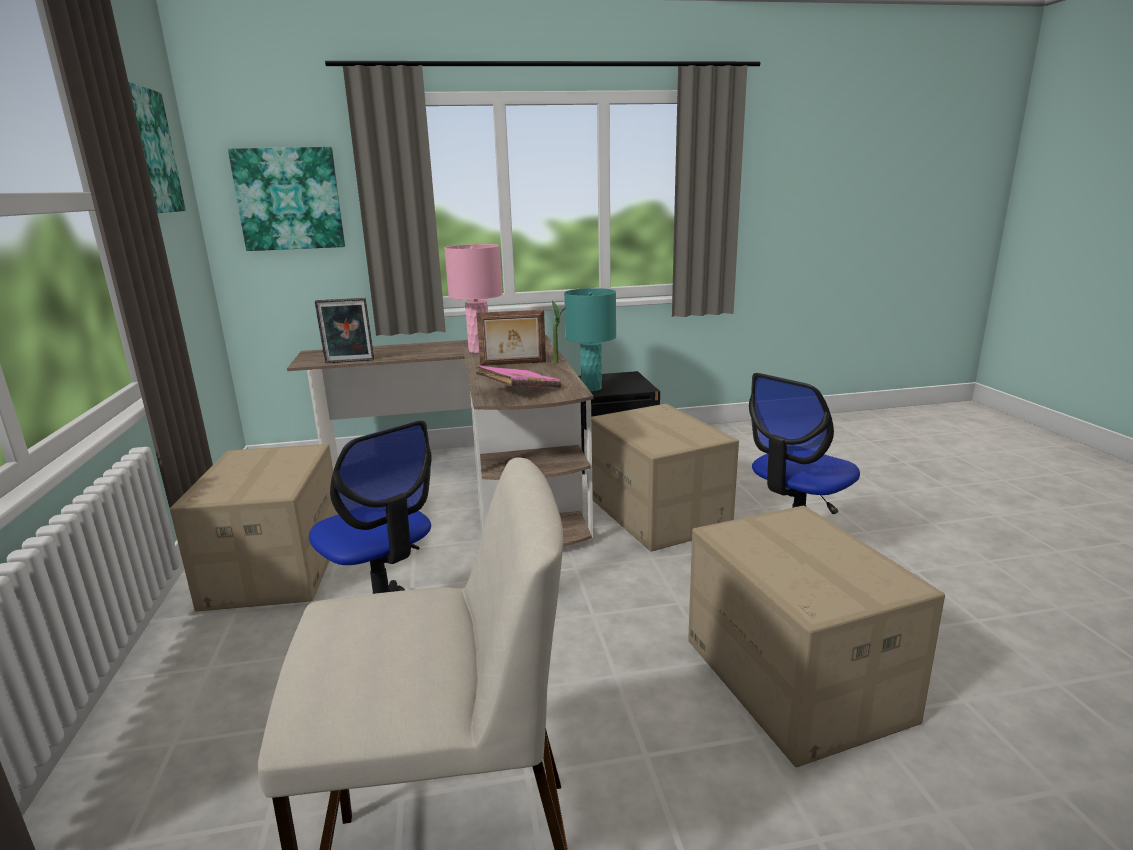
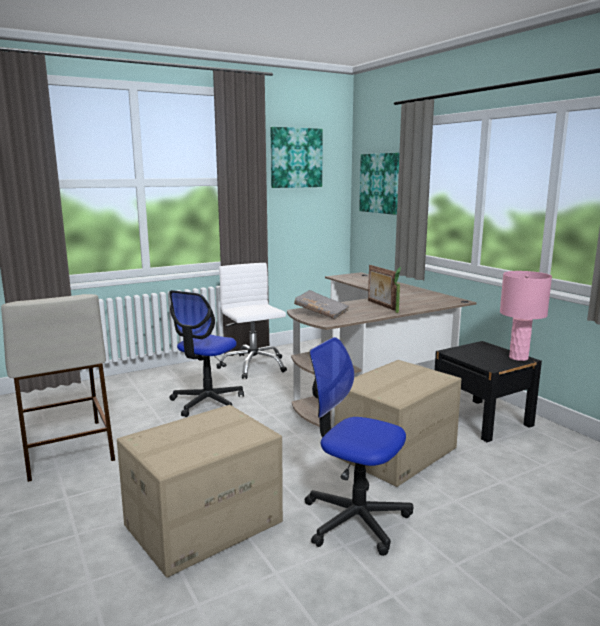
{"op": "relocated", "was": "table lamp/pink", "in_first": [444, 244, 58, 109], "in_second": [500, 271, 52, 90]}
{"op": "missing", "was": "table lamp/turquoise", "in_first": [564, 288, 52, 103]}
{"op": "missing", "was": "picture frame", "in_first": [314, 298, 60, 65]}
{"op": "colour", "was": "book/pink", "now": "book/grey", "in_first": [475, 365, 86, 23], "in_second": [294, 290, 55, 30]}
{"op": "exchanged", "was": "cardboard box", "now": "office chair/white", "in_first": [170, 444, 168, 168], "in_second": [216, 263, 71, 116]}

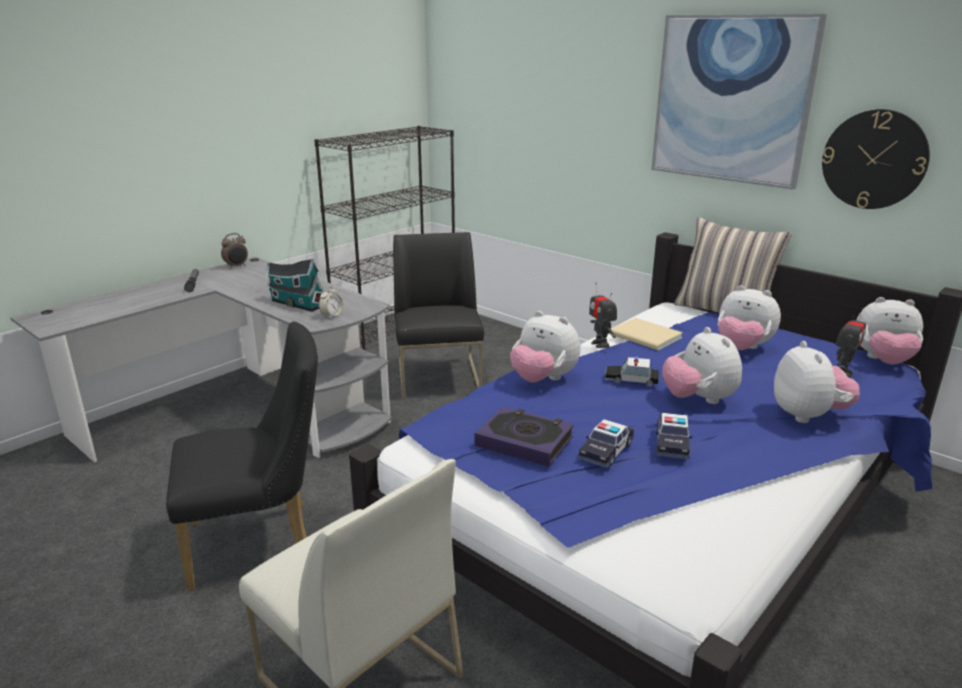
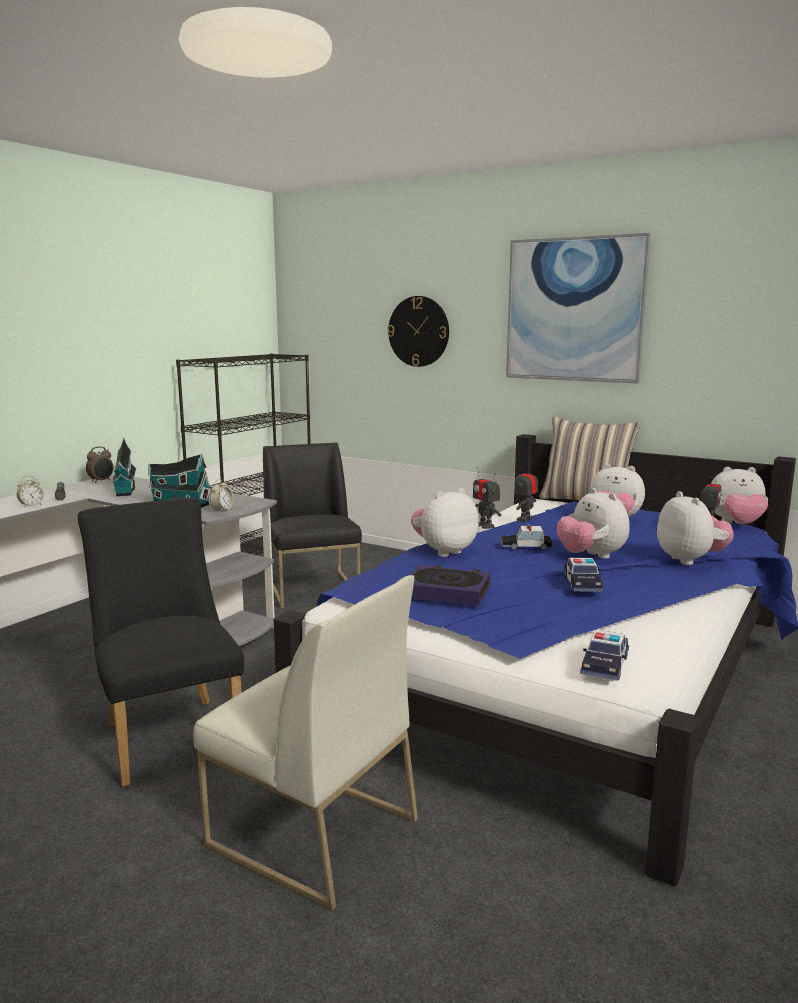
{"op": "relocated", "was": "wall clock", "in_first": [822, 109, 108, 100], "in_second": [387, 296, 62, 71]}
{"op": "spun", "was": "plush toy", "in_first": [510, 311, 70, 72], "in_second": [411, 488, 68, 69], "clockwise": 120}
{"op": "exchanged", "was": "book/beige", "now": "toy robot", "in_first": [610, 318, 73, 32], "in_second": [514, 462, 24, 60]}
{"op": "spun", "was": "chair/black", "in_first": [166, 322, 152, 269], "in_second": [78, 498, 166, 289], "clockwise": -90}
{"op": "relocated", "was": "toy car", "in_first": [578, 419, 57, 49], "in_second": [580, 629, 49, 52]}
{"op": "appeared", "now": "toy house", "in_second": [111, 438, 25, 58]}
{"op": "appeared", "now": "alarm clock", "in_second": [17, 476, 27, 32]}

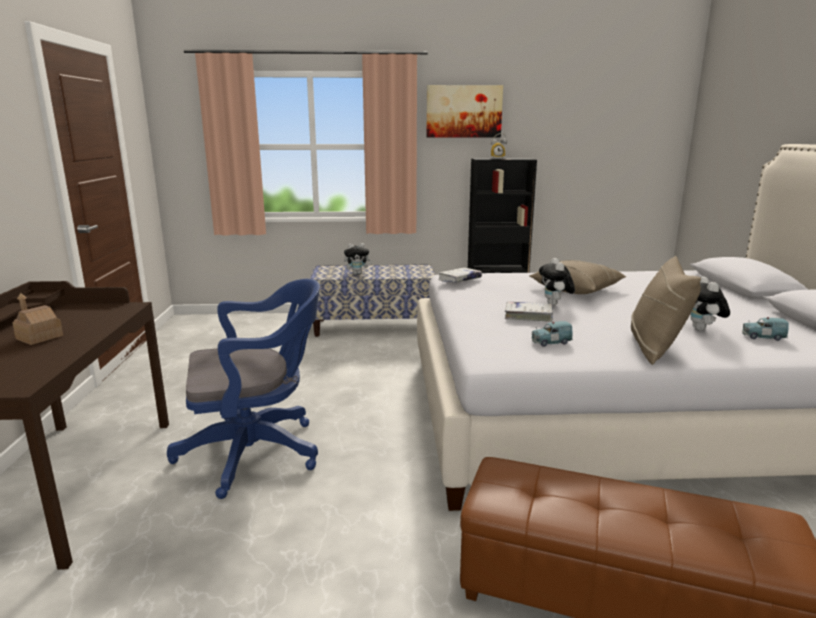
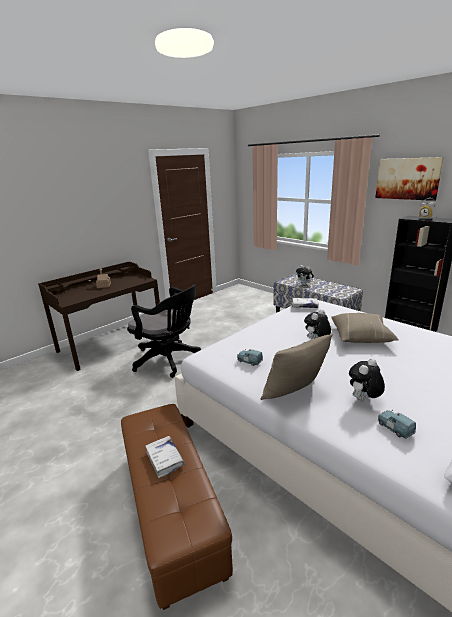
{"op": "colour", "was": "office chair/blue", "now": "office chair/black", "in_first": [167, 279, 153, 220], "in_second": [127, 285, 74, 93]}
{"op": "relocated", "was": "book/white", "in_first": [505, 301, 48, 21], "in_second": [145, 436, 39, 42]}

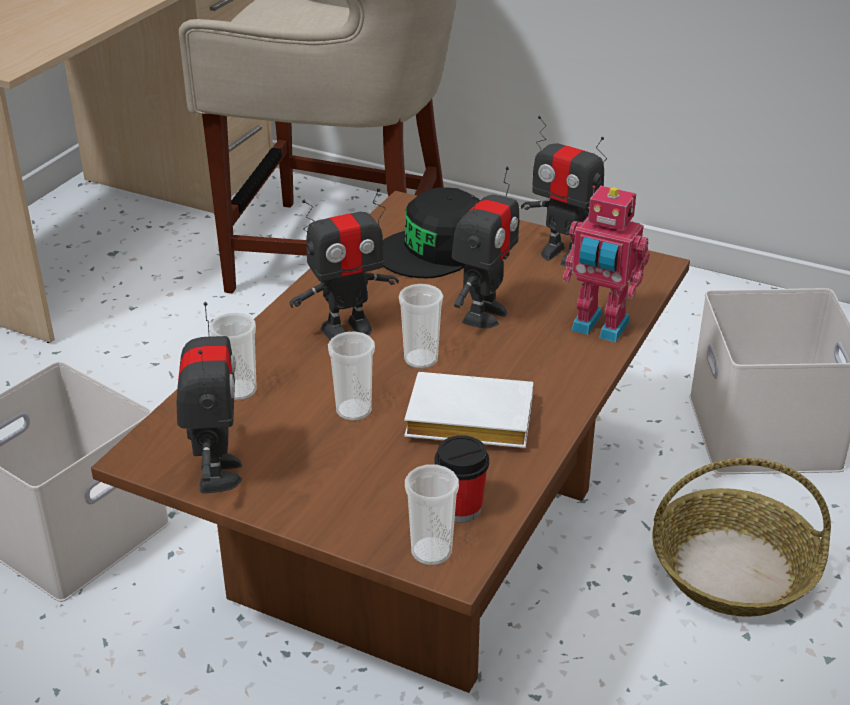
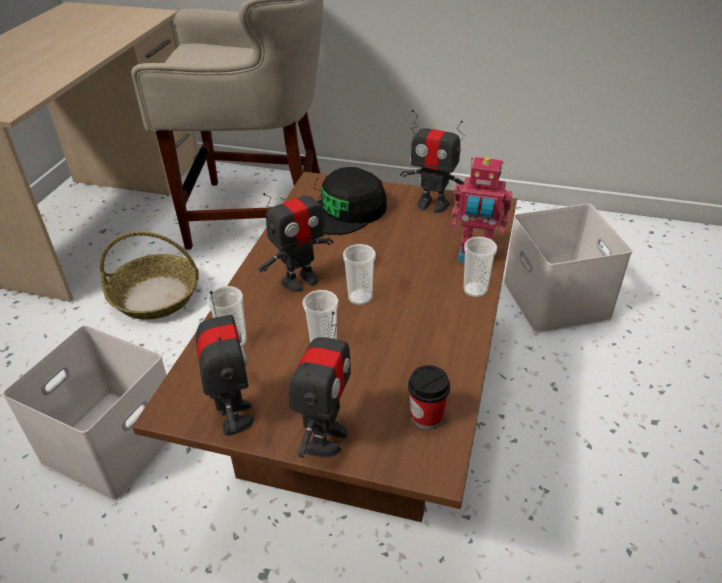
{"op": "relocated", "was": "toy robot", "in_first": [452, 167, 67, 161], "in_second": [289, 311, 62, 147]}
{"op": "missing", "was": "book/white", "in_first": [404, 372, 129, 76]}
{"op": "relocated", "was": "basket", "in_first": [652, 458, 179, 159], "in_second": [100, 231, 99, 89]}
{"op": "relocated", "was": "cup", "in_first": [405, 464, 54, 101], "in_second": [463, 237, 34, 61]}

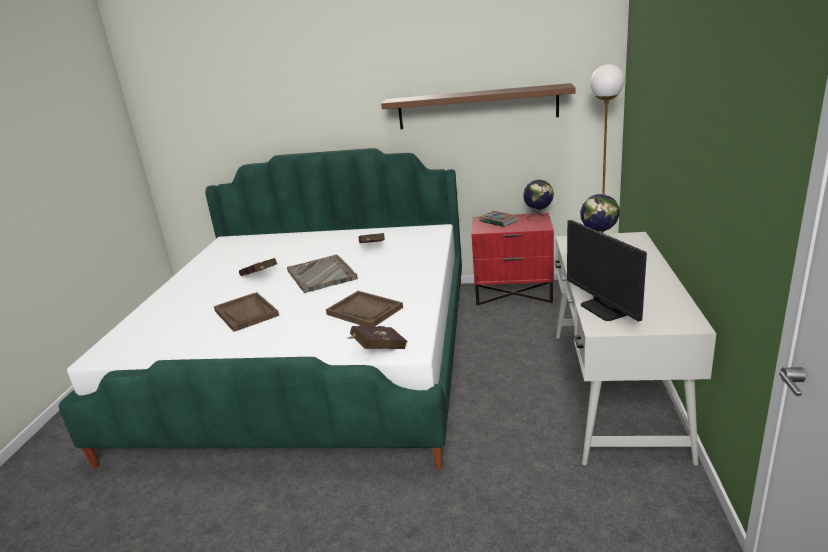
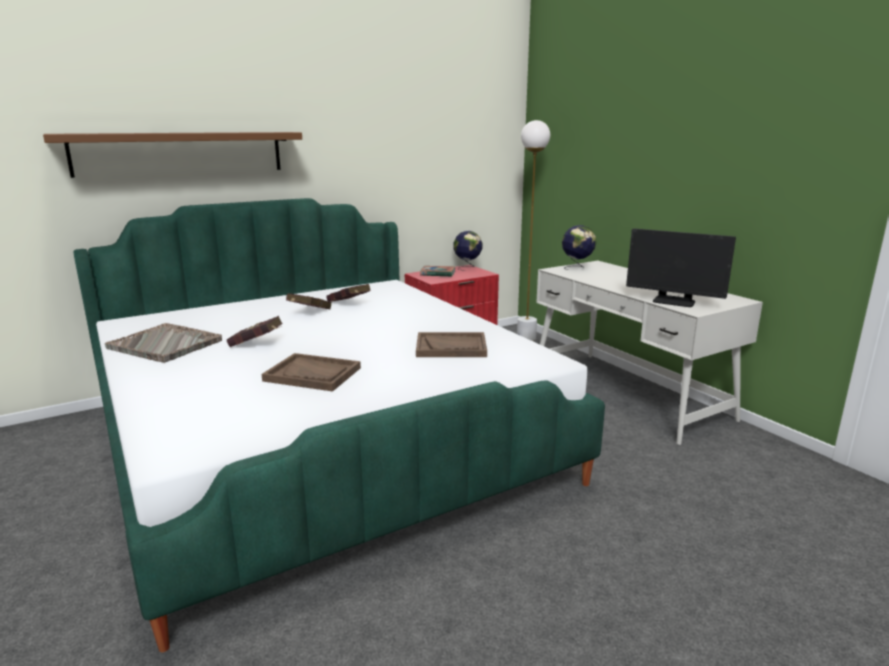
{"op": "relocated", "was": "shelf/brown", "in_first": [381, 83, 195, 46], "in_second": [43, 132, 259, 46]}
{"op": "relocated", "was": "tray/grey", "in_first": [287, 254, 71, 39], "in_second": [105, 323, 117, 40]}
{"op": "relocated", "was": "book/red", "in_first": [348, 325, 59, 24], "in_second": [286, 293, 46, 17]}

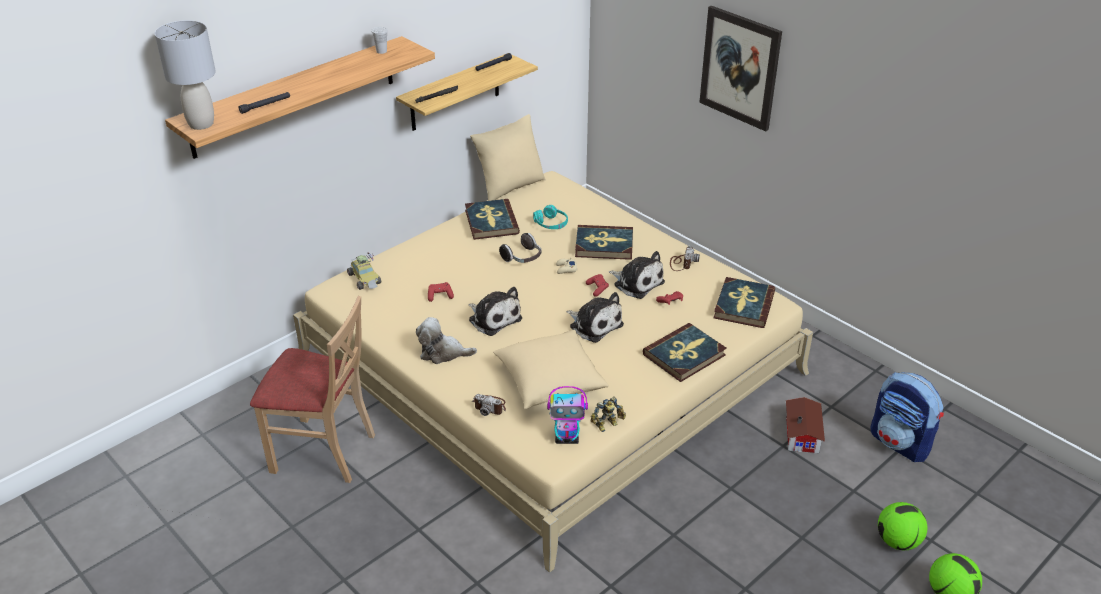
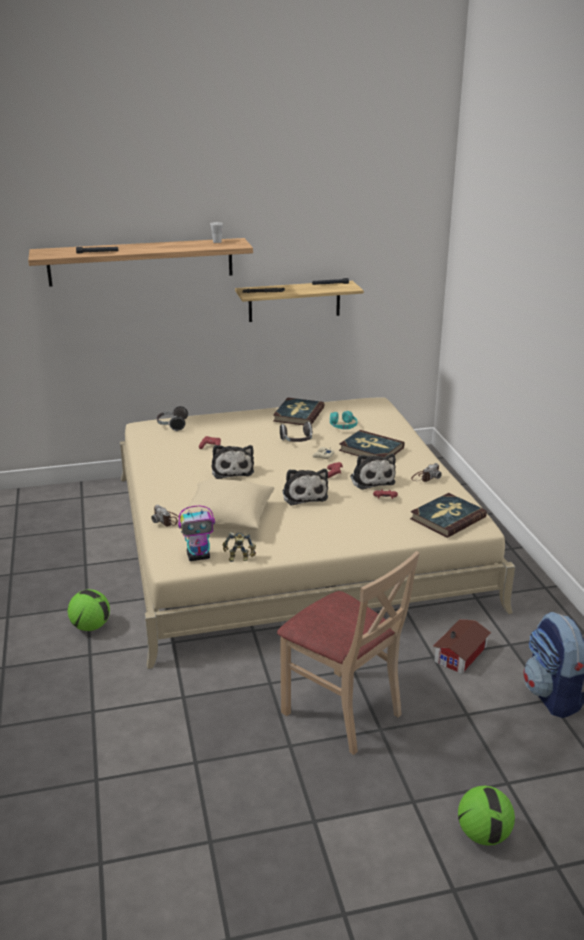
{"op": "missing", "was": "picture", "in_first": [699, 6, 83, 125]}
{"op": "missing", "was": "table lamp/grey", "in_first": [155, 20, 61, 110]}
{"op": "missing", "was": "pillow/beige", "in_first": [470, 114, 76, 87]}
{"op": "exchanged", "was": "toy car", "now": "headphones", "in_first": [347, 252, 35, 38], "in_second": [157, 405, 31, 26]}
{"op": "relocated", "was": "chair/beige", "in_first": [250, 296, 125, 187], "in_second": [277, 551, 143, 204]}
{"op": "missing", "was": "plush toy", "in_first": [416, 317, 61, 47]}
{"op": "missing", "was": "book", "in_first": [643, 323, 84, 59]}
{"op": "spun", "was": "toy robot", "in_first": [547, 386, 41, 58], "in_second": [178, 505, 37, 56], "clockwise": -45}
{"op": "relocated", "was": "football", "in_first": [878, 502, 50, 48], "in_second": [68, 589, 42, 42]}

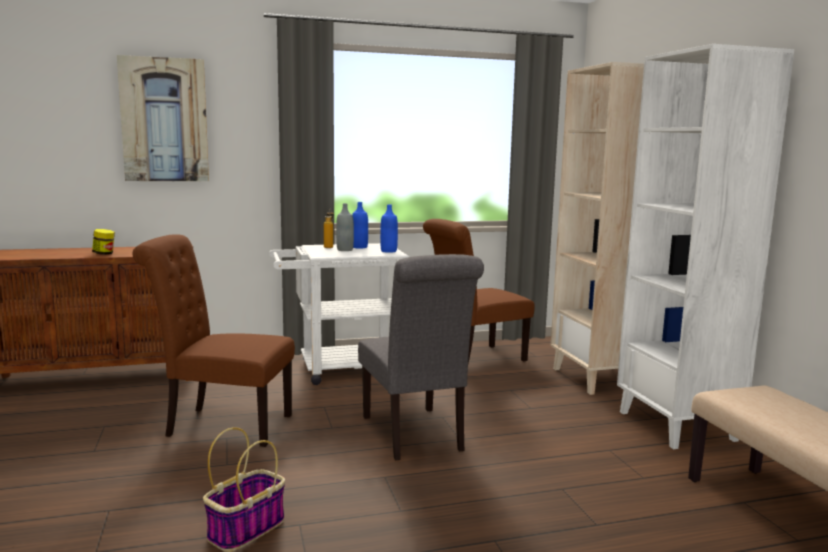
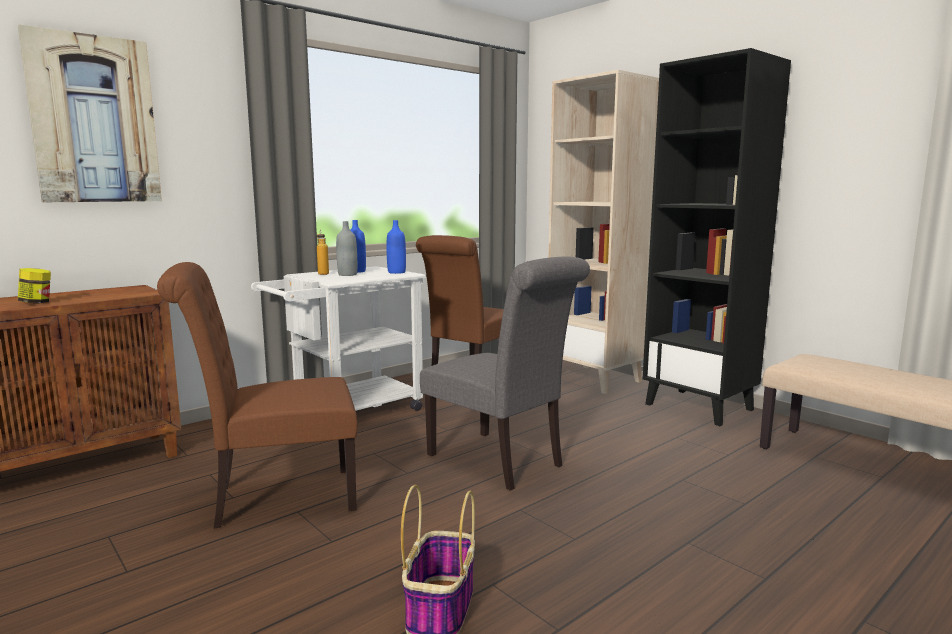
{"op": "colour", "was": "bookcase/white", "now": "bookcase/black", "in_first": [617, 44, 177, 405], "in_second": [643, 48, 148, 378]}

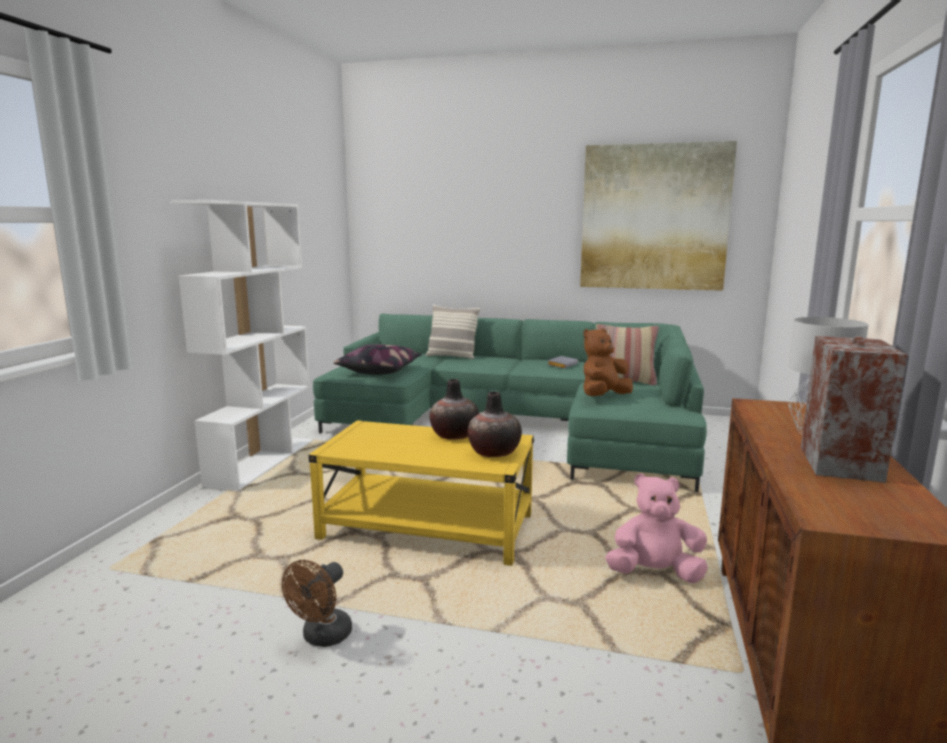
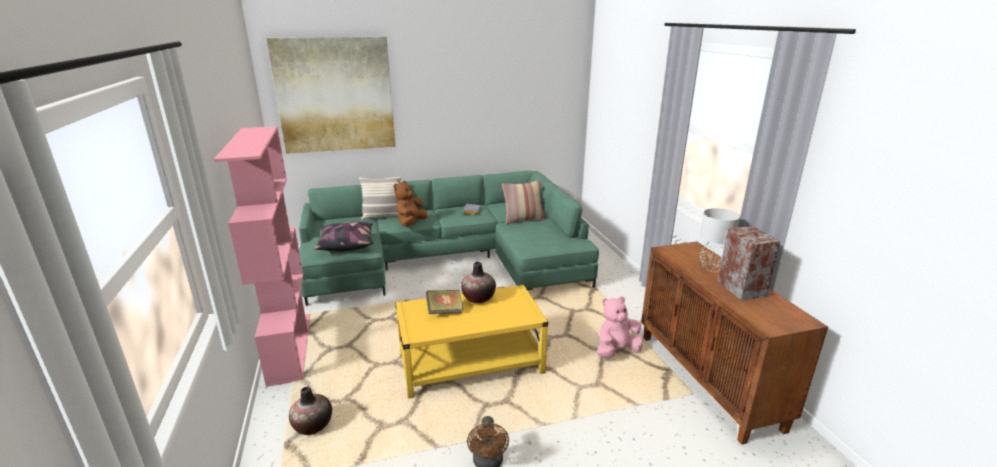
{"op": "relocated", "was": "picture", "in_first": [580, 141, 157, 150], "in_second": [266, 37, 130, 117]}
{"op": "colour", "was": "bookcase/white", "now": "bookcase/pink", "in_first": [170, 200, 143, 291], "in_second": [214, 126, 96, 261]}
{"op": "relocated", "was": "plush toy/brown", "in_first": [583, 328, 50, 68], "in_second": [394, 181, 34, 46]}
{"op": "relocated", "was": "vase", "in_first": [468, 392, 54, 65], "in_second": [289, 386, 43, 49]}
{"op": "appeared", "now": "book", "in_second": [426, 290, 38, 24]}

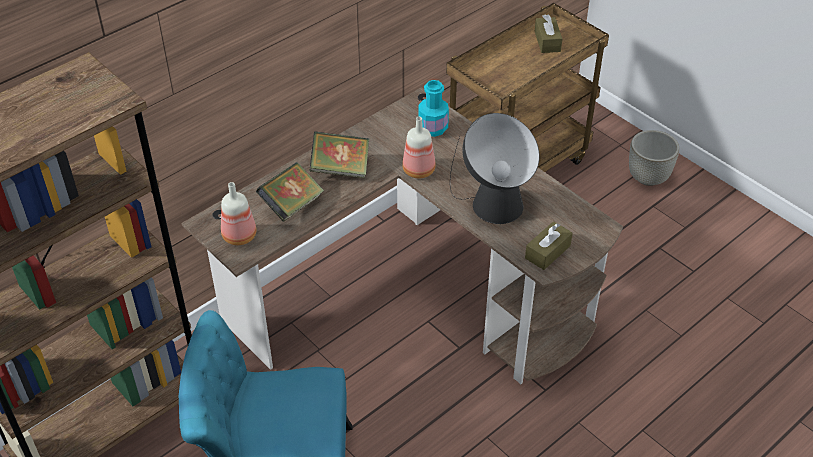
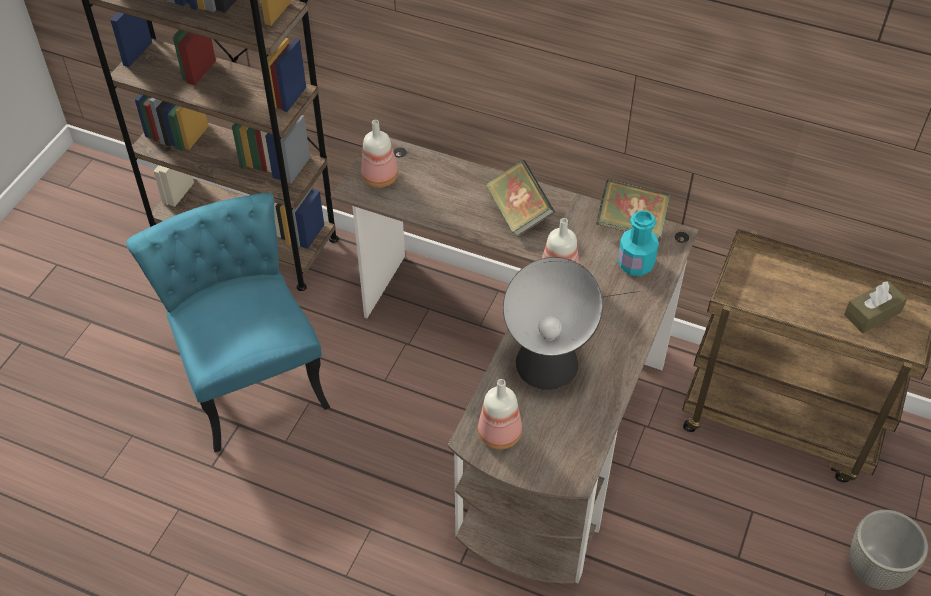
{"op": "relocated", "was": "book", "in_first": [256, 162, 68, 60], "in_second": [596, 179, 74, 60]}
{"op": "exchanged", "was": "tissue box/brown", "now": "bottle", "in_first": [525, 221, 48, 49], "in_second": [478, 379, 44, 70]}

